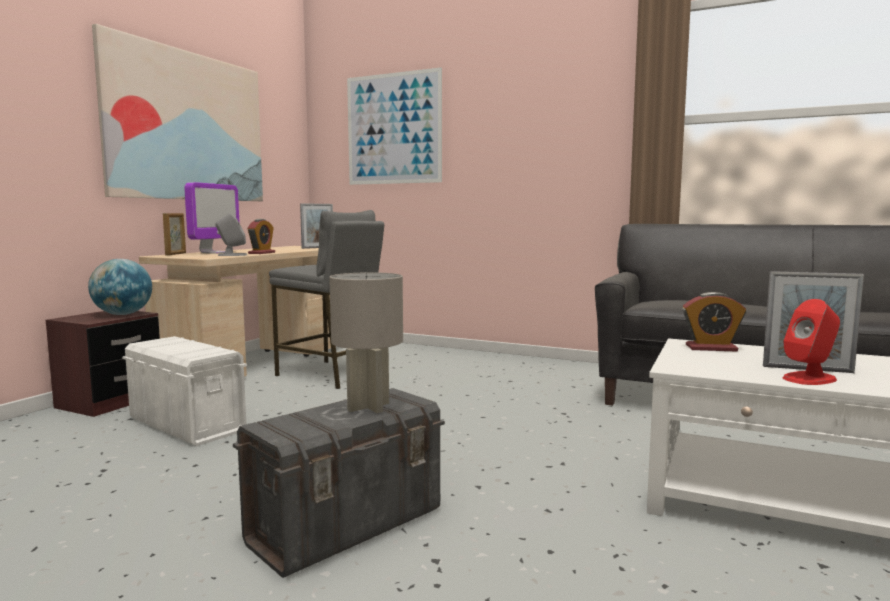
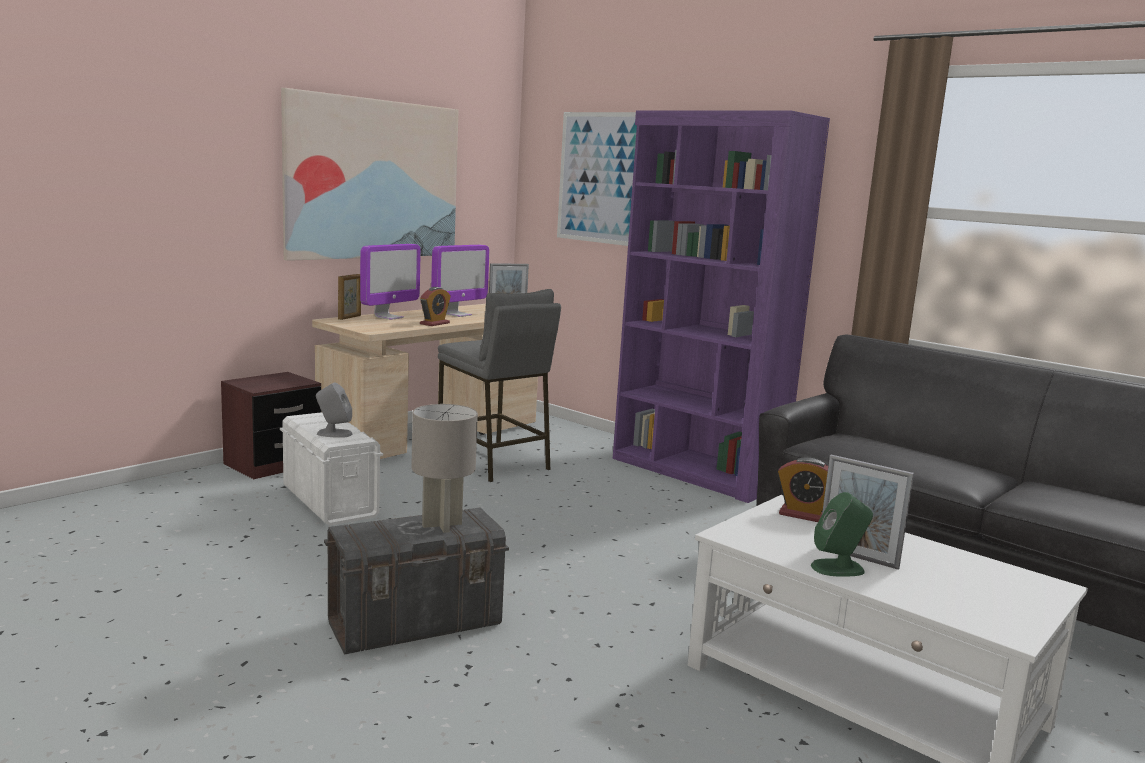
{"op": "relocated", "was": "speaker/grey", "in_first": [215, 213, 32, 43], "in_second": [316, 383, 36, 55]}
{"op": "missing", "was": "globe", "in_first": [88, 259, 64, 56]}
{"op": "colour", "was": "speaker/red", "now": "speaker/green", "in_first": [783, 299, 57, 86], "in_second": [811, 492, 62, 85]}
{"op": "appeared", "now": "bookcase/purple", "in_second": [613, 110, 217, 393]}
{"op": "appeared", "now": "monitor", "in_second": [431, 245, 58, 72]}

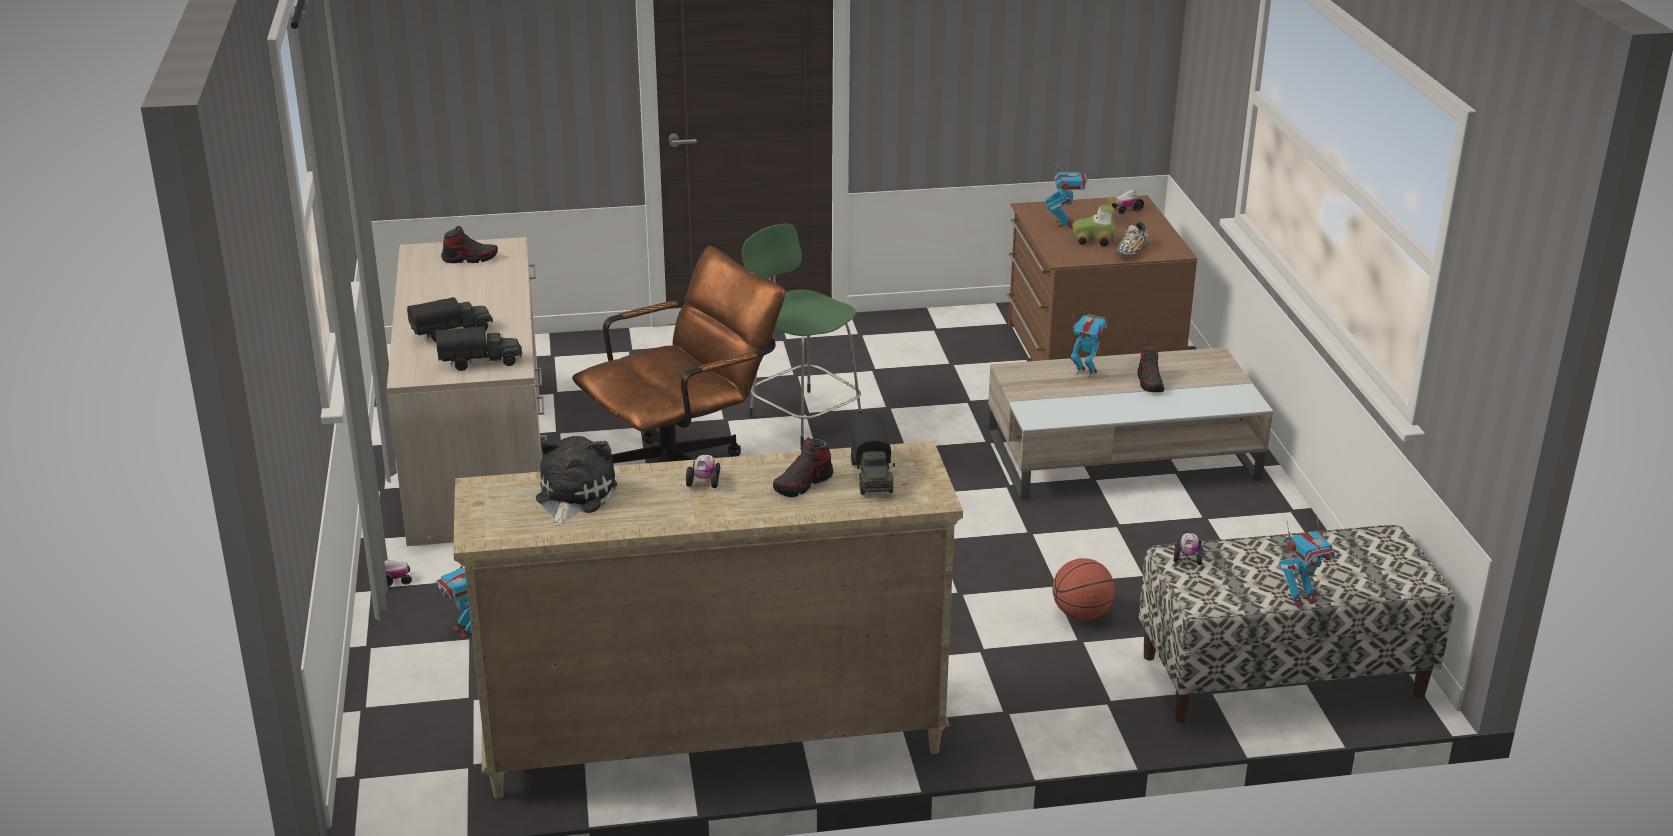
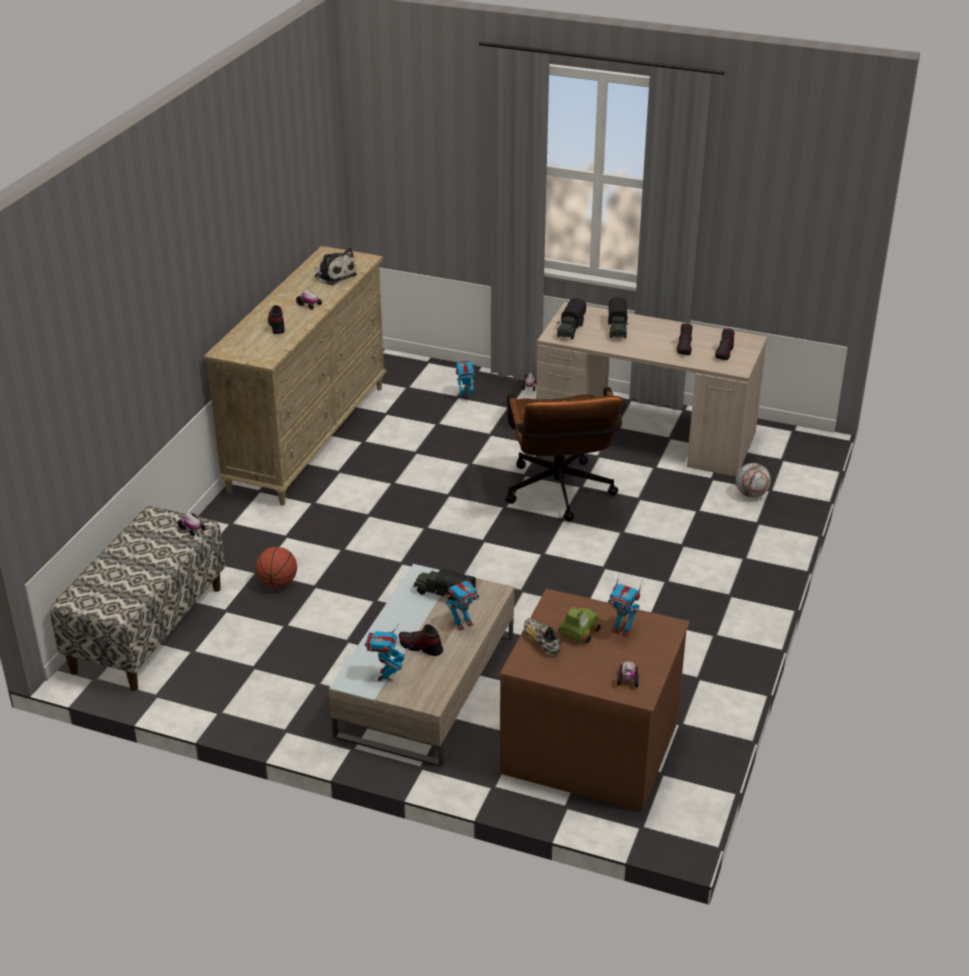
{"op": "missing", "was": "stool/green", "in_first": [742, 224, 120, 222]}
{"op": "relocated", "was": "toy truck", "in_first": [849, 412, 46, 83], "in_second": [414, 569, 62, 32]}
{"op": "relocated", "was": "toy robot", "in_first": [1279, 514, 56, 92], "in_second": [365, 624, 40, 57]}
{"op": "appeared", "now": "shoe", "in_second": [677, 323, 16, 32]}
{"op": "appeared", "now": "football", "in_second": [736, 463, 35, 35]}

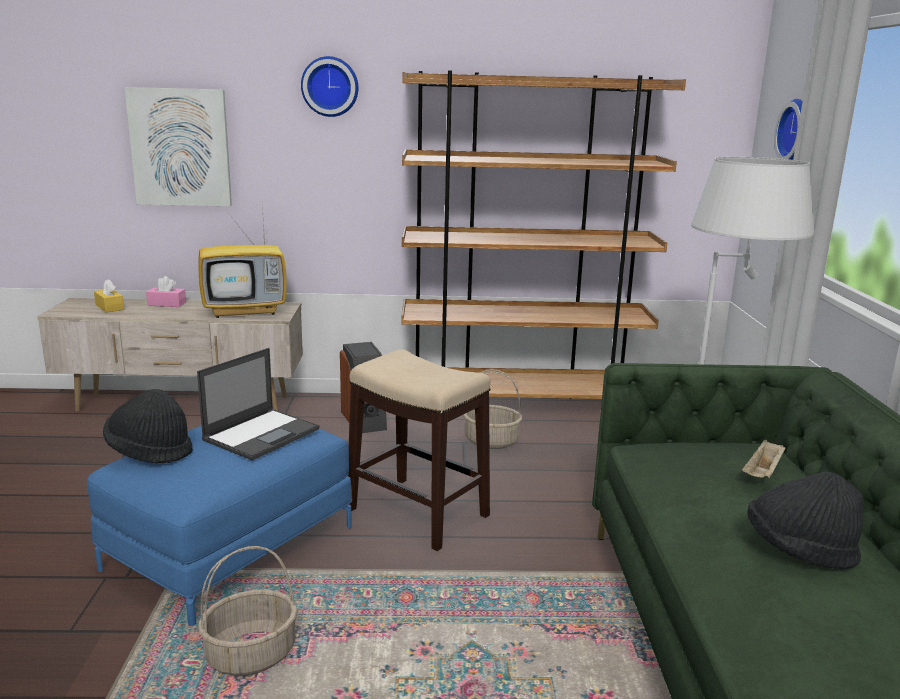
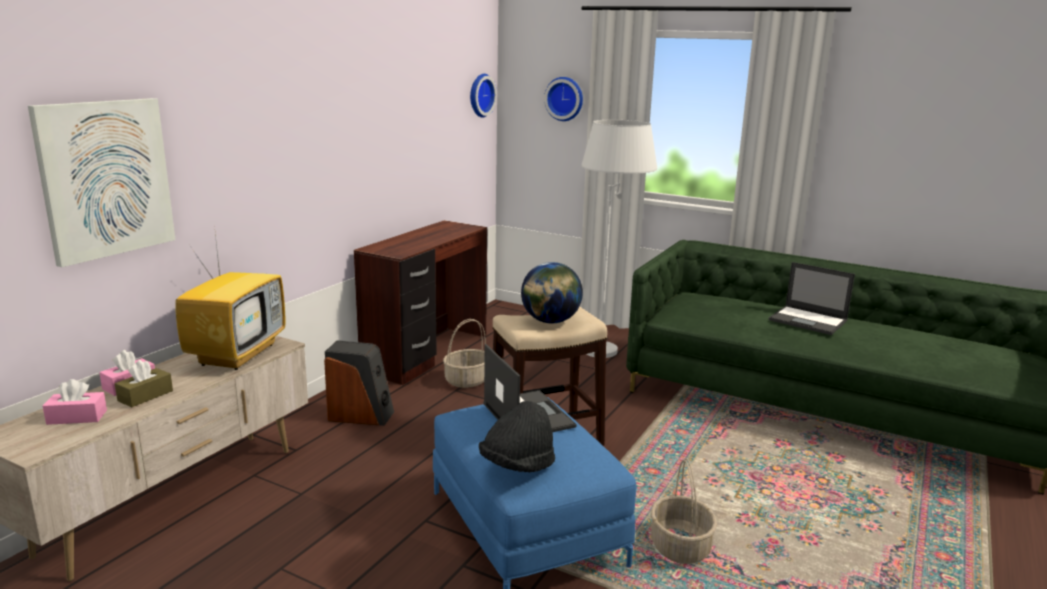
{"op": "relocated", "was": "wall clock", "in_first": [301, 56, 57, 61], "in_second": [470, 74, 27, 44]}
{"op": "exchanged", "was": "bookcase/brown", "now": "desk/brown", "in_first": [401, 70, 285, 329], "in_second": [354, 220, 133, 165]}
{"op": "colour", "was": "tissue box/yellow", "now": "tissue box/pink", "in_first": [94, 279, 30, 34], "in_second": [43, 379, 64, 46]}
{"op": "missing", "was": "tray/beige", "in_first": [742, 440, 44, 38]}
{"op": "exchanged", "was": "hat/black", "now": "laptop", "in_first": [747, 472, 117, 97], "in_second": [769, 262, 86, 73]}
{"op": "appeared", "now": "globe", "in_second": [521, 262, 62, 62]}
{"op": "appeared", "now": "tissue box/brown", "in_second": [115, 360, 58, 47]}

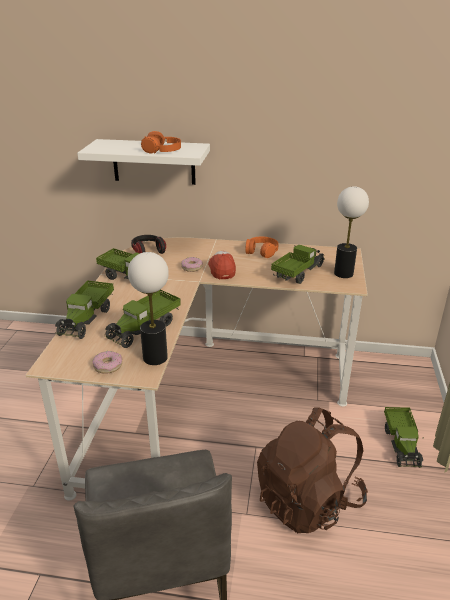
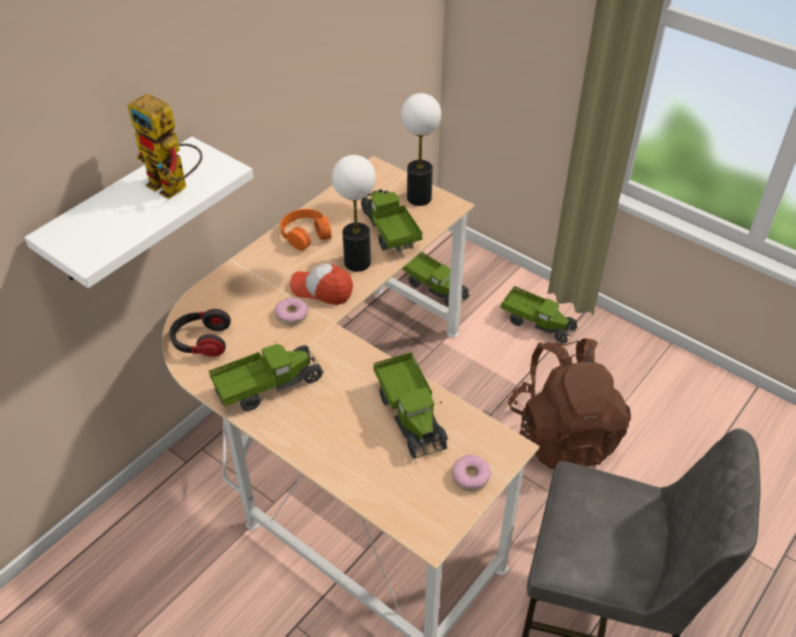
{"op": "exchanged", "was": "headphones/orange", "now": "toy robot", "in_first": [141, 131, 40, 23], "in_second": [128, 93, 74, 106]}
{"op": "relocated", "was": "table lamp", "in_first": [128, 252, 41, 113], "in_second": [332, 155, 44, 117]}
{"op": "relocated", "was": "toy truck", "in_first": [55, 280, 59, 59], "in_second": [402, 252, 68, 55]}

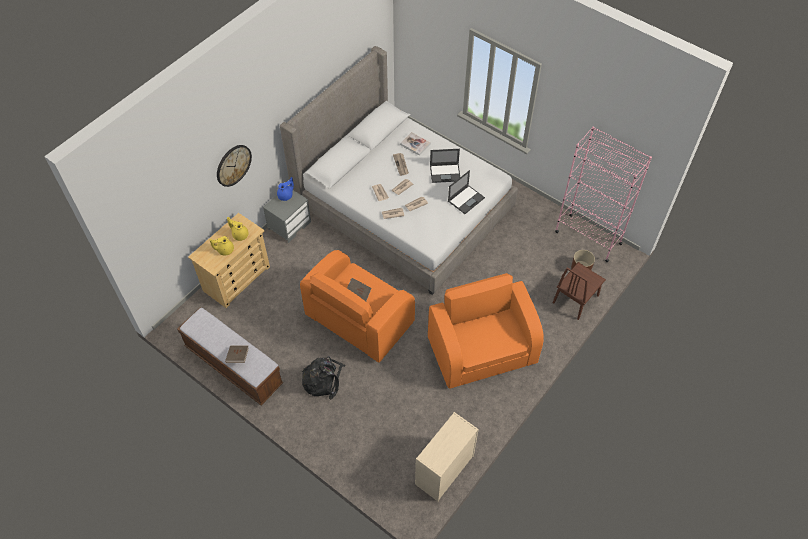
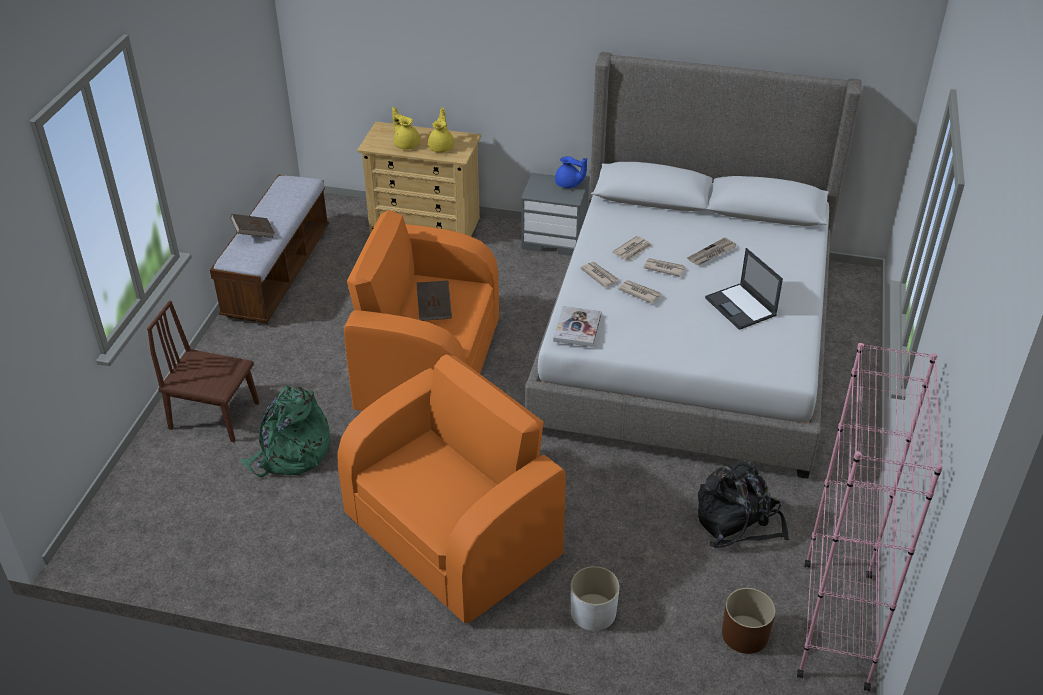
{"op": "relocated", "was": "book", "in_first": [400, 132, 31, 24], "in_second": [553, 306, 49, 41]}
{"op": "missing", "was": "wall clock", "in_first": [217, 145, 35, 42]}
{"op": "missing", "was": "laptop", "in_first": [448, 170, 37, 44]}
{"op": "relocated", "was": "chair/brown", "in_first": [553, 262, 53, 58], "in_second": [147, 300, 112, 142]}
{"op": "relocated", "was": "backpack/black", "in_first": [302, 356, 44, 43], "in_second": [698, 461, 91, 87]}
{"op": "missing", "was": "dresser/beige", "in_first": [415, 412, 64, 90]}
{"op": "appeared", "now": "backpack/green", "in_second": [240, 385, 90, 92]}
{"op": "appeared", "now": "planter/white", "in_second": [571, 566, 48, 65]}

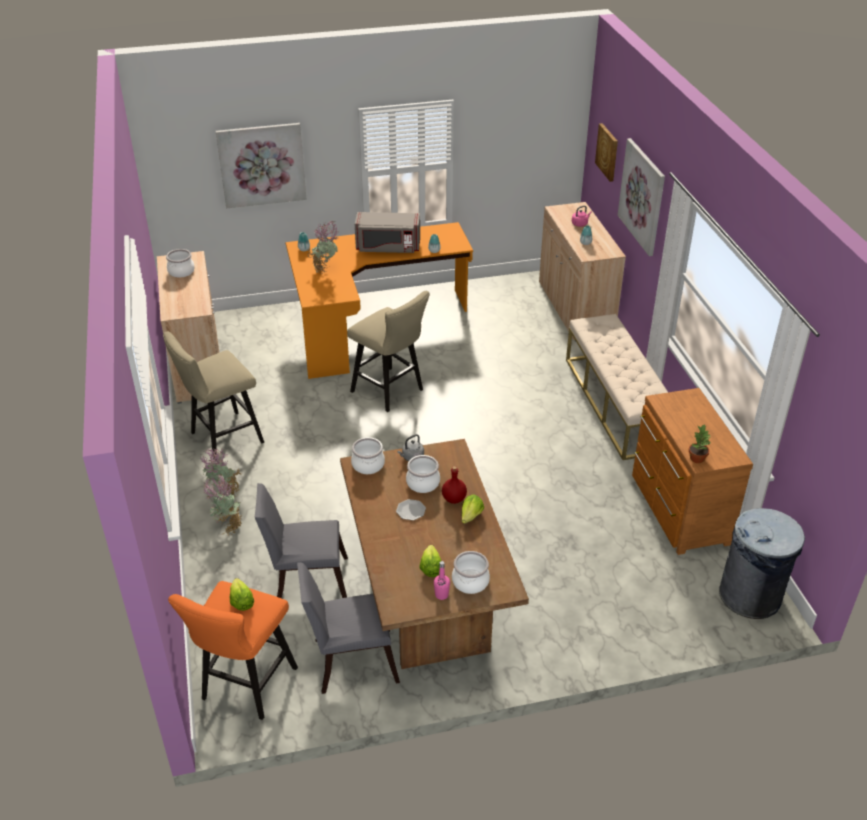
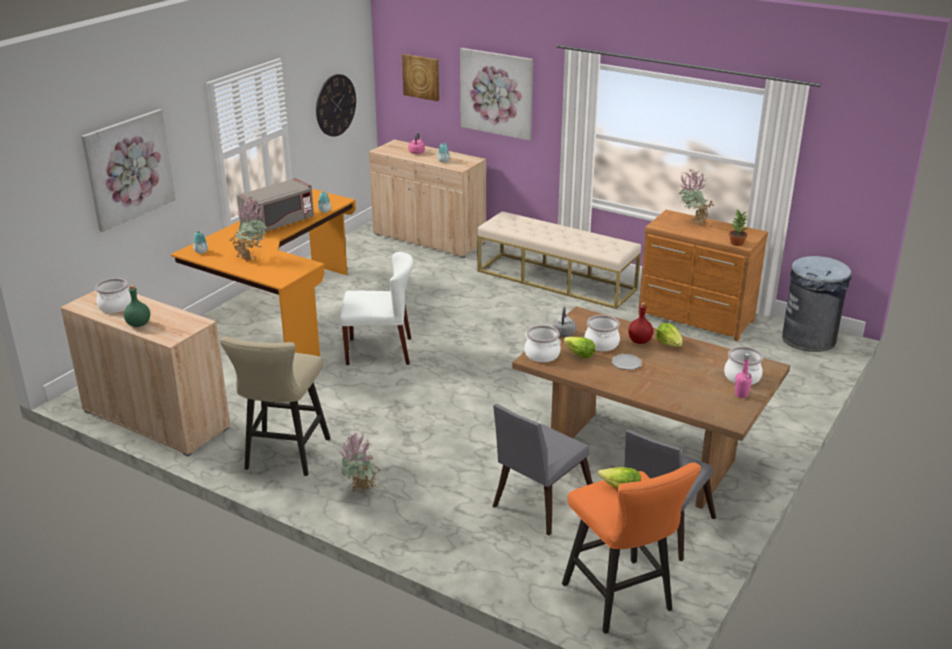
{"op": "exchanged", "was": "stool/beige", "now": "chair/white", "in_first": [347, 291, 83, 121], "in_second": [340, 252, 74, 113]}
{"op": "relocated", "was": "potted plant", "in_first": [203, 475, 39, 61], "in_second": [678, 169, 36, 57]}
{"op": "relocated", "was": "lettuce", "in_first": [420, 545, 21, 32], "in_second": [563, 337, 32, 21]}
{"op": "appeared", "now": "wall clock", "in_second": [316, 74, 40, 63]}
{"op": "appeared", "now": "bottle/green", "in_second": [124, 285, 26, 42]}

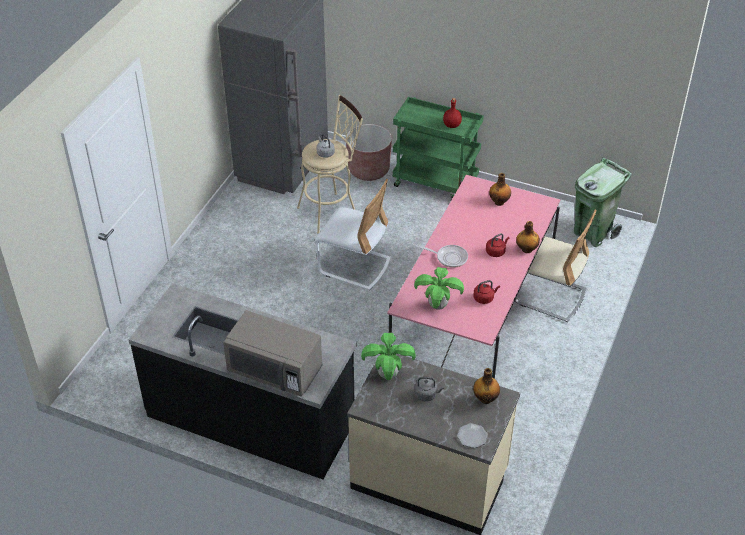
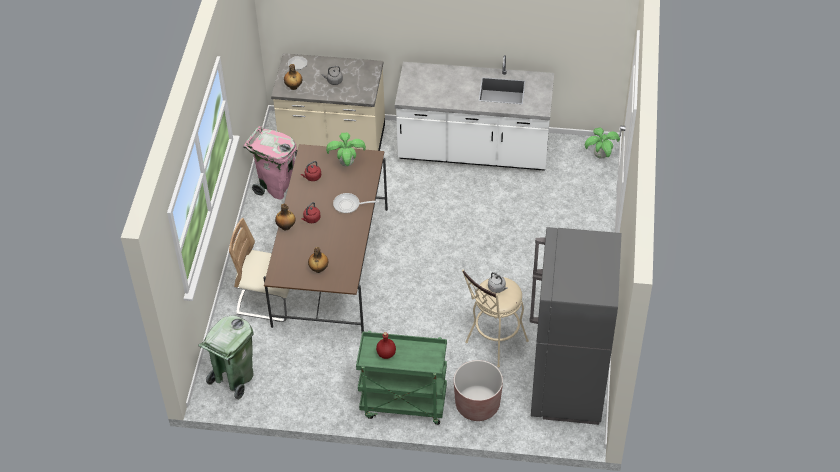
{"op": "colour", "was": "dining table/pink", "now": "dining table/brown", "in_first": [387, 175, 173, 204], "in_second": [263, 144, 125, 188]}
{"op": "missing", "was": "chair/white", "in_first": [315, 179, 76, 111]}
{"op": "colour", "was": "counter/black", "now": "counter/white", "in_first": [129, 283, 228, 196], "in_second": [395, 55, 159, 116]}
{"op": "missing", "was": "microwave/grey", "in_first": [223, 310, 100, 87]}
{"op": "relocated", "was": "potted plant", "in_first": [361, 333, 55, 47], "in_second": [585, 127, 35, 32]}
{"op": "appeared", "now": "trash can/pink", "in_second": [243, 126, 53, 73]}

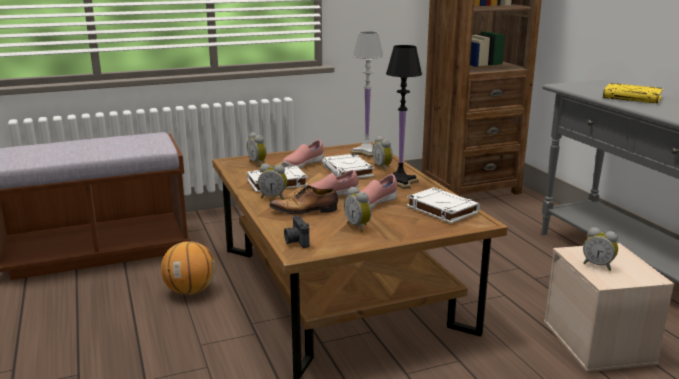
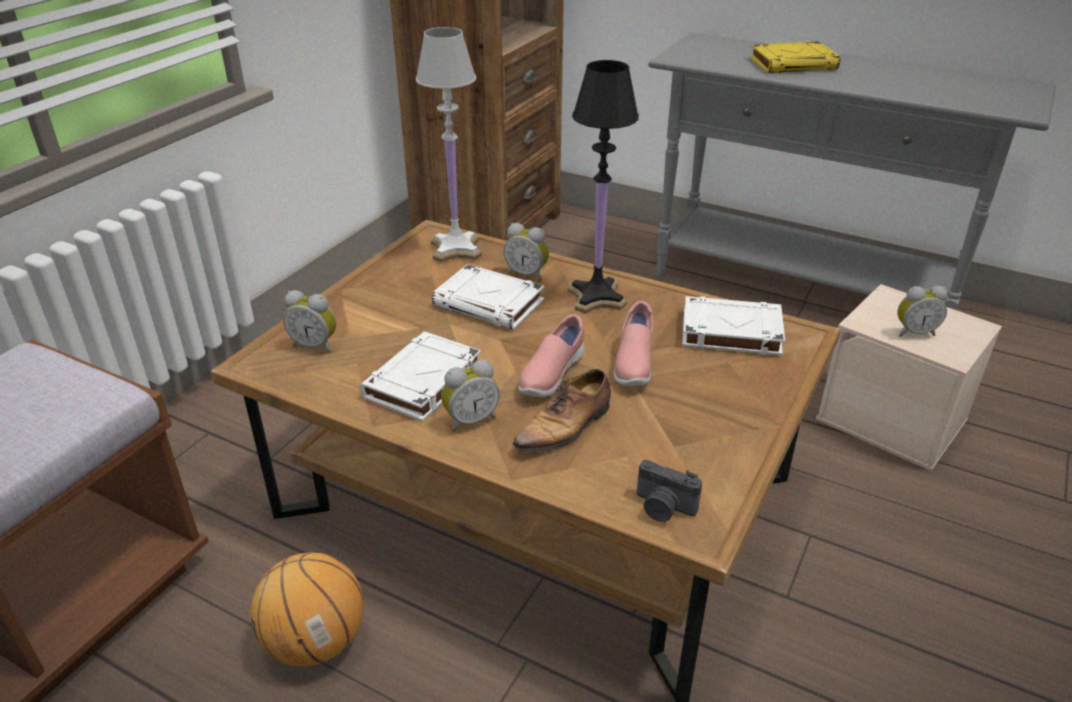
{"op": "missing", "was": "shoe/pink", "in_first": [282, 140, 42, 28]}
{"op": "missing", "was": "alarm clock", "in_first": [344, 187, 27, 45]}

